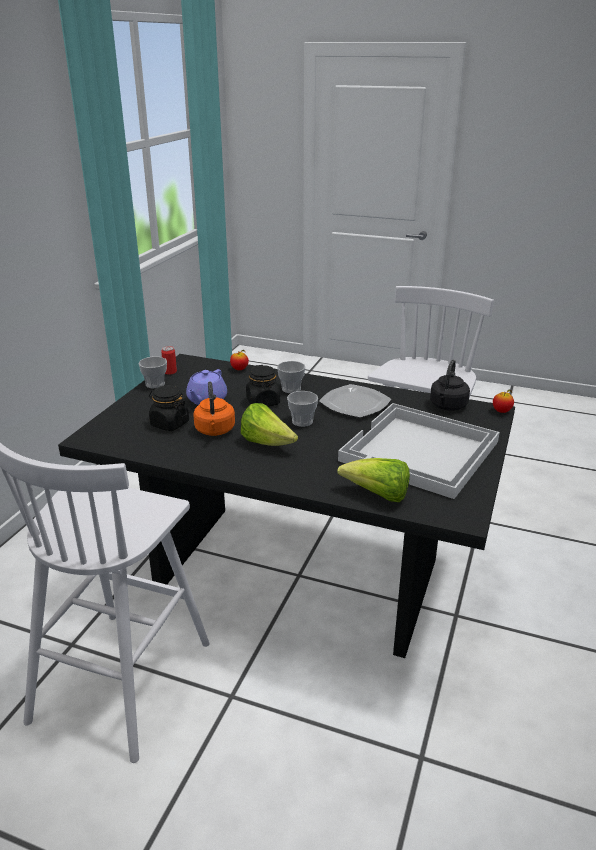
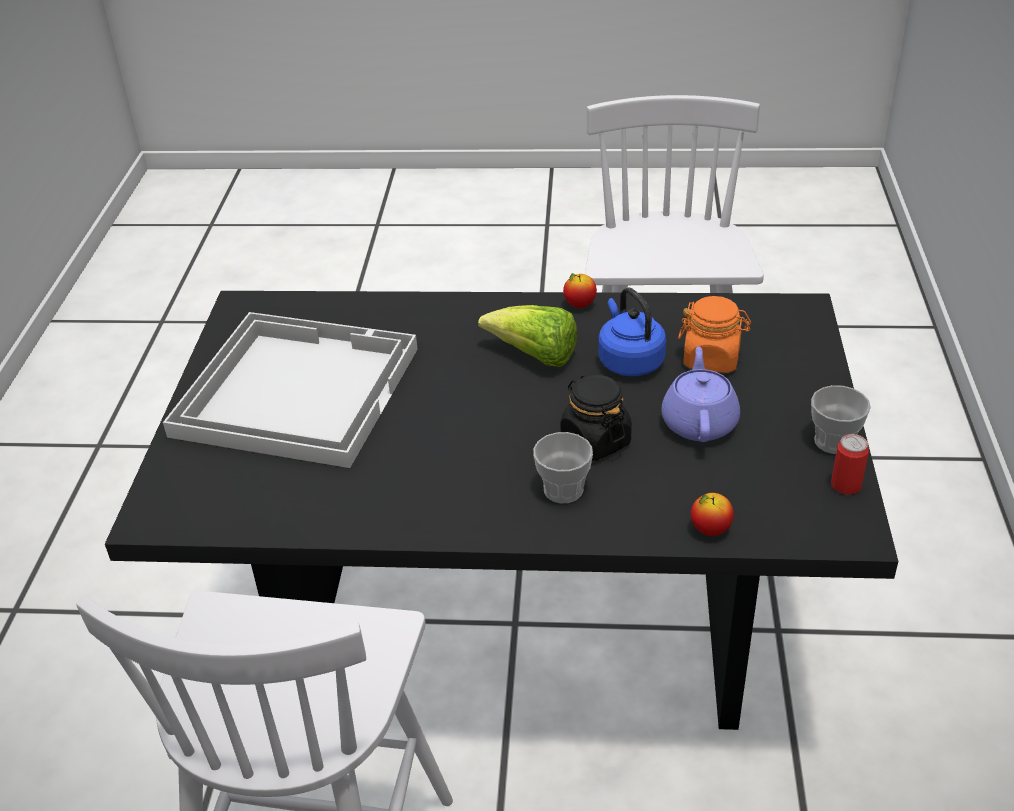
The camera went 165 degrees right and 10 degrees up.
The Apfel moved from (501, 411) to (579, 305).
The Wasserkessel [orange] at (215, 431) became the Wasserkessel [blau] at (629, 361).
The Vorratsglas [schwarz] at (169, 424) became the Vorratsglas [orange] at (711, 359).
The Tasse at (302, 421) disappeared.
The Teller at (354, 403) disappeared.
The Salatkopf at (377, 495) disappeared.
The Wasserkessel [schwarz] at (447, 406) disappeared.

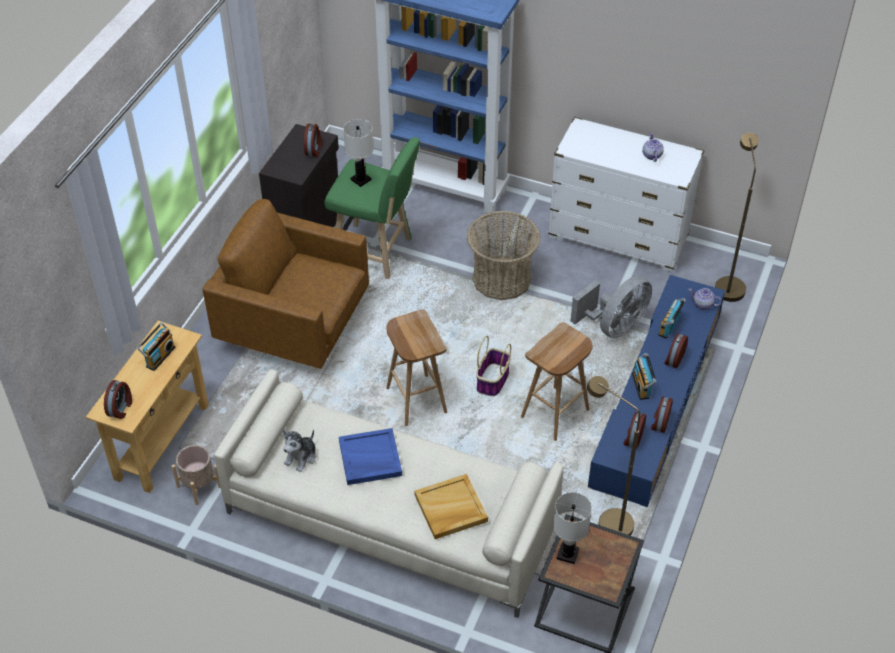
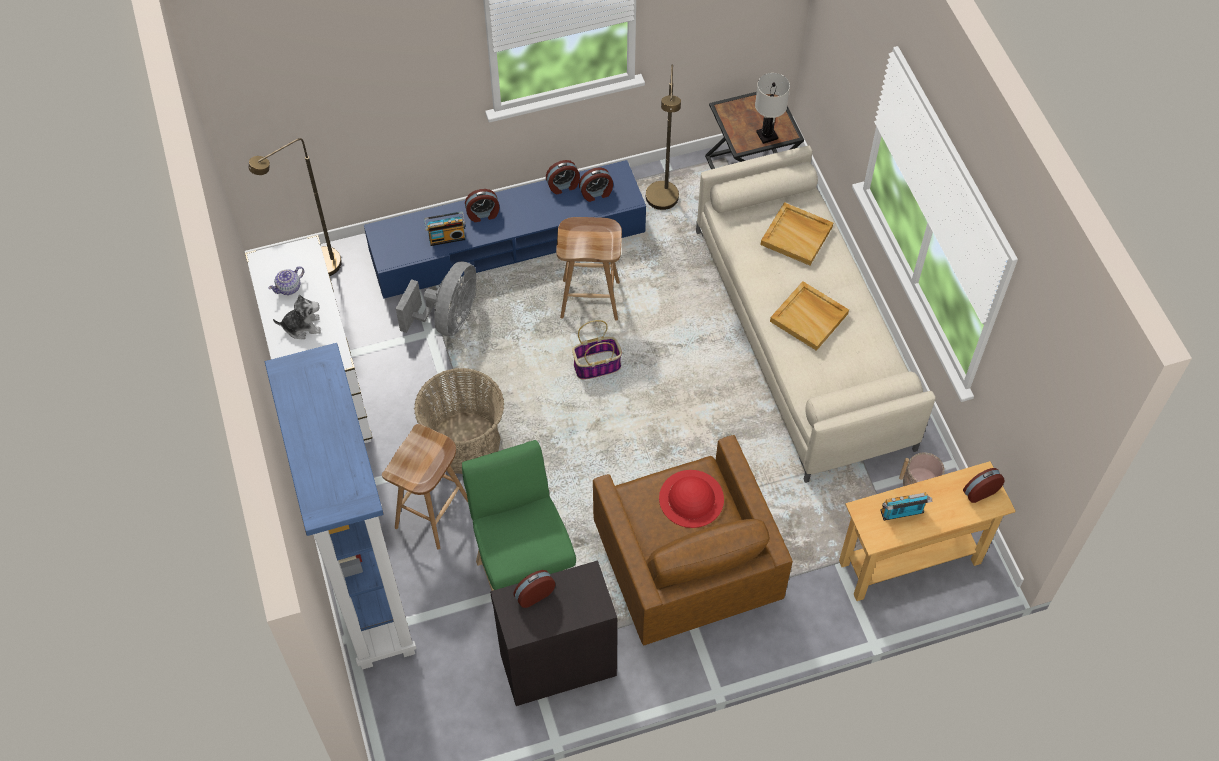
The camera went 130 degrees left and 10 degrees up.
The Plüschtier moved from (301, 457) to (302, 326).
The Hocker [braun] moved from (415, 400) to (432, 515).
The Ventilator [grau] at (614, 326) turned 105 degrees clockwise.
The Hut [rot] at (691, 498) appeared.
The Tablett [blau] at (369, 459) became the Tablett [beige] at (809, 317).
The Tischlampe [weiß] at (361, 180) disappeared.
The Radio at (642, 386) disappeared.
The Teekanne at (703, 304) disappeared.

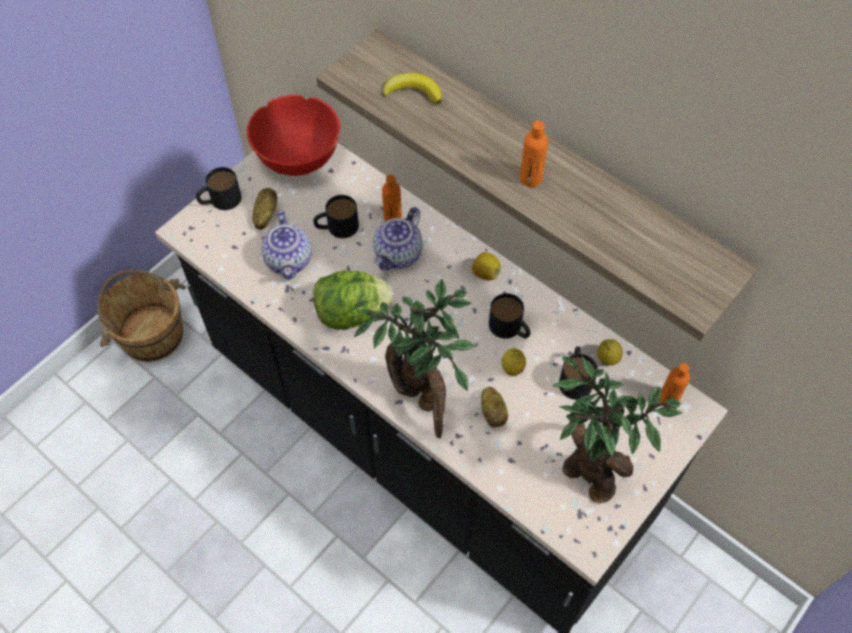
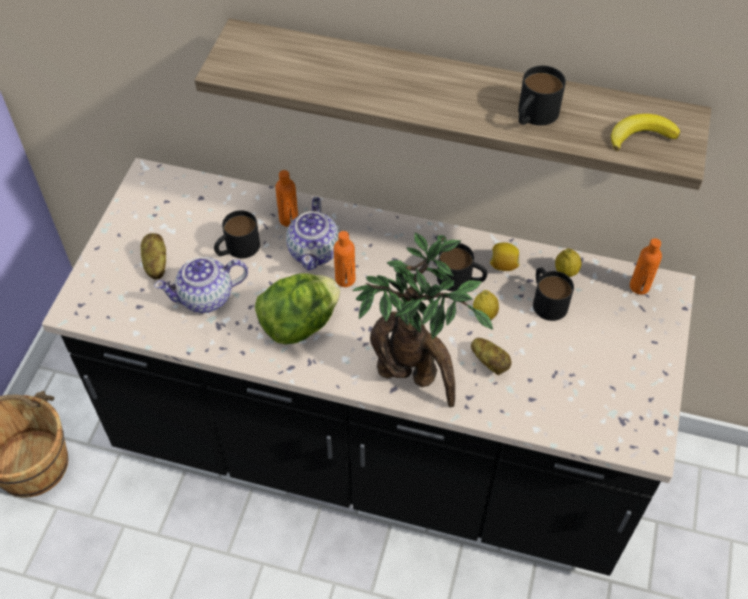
The camera went 25 degrees left and 5 degrees down.
The Teekanne at (289, 260) turned 105 degrees clockwise.
The Flasche [orange] moved from (530, 178) to (345, 279).
The Zitrone moved from (485, 273) to (503, 265).
The Henkelbecher [schwarz] moved from (220, 200) to (533, 115).
The Banane moved from (413, 92) to (641, 135).
The Schüssel [rot] at (298, 156) disappeared.
The Topfpflanze at (586, 470) disappeared.

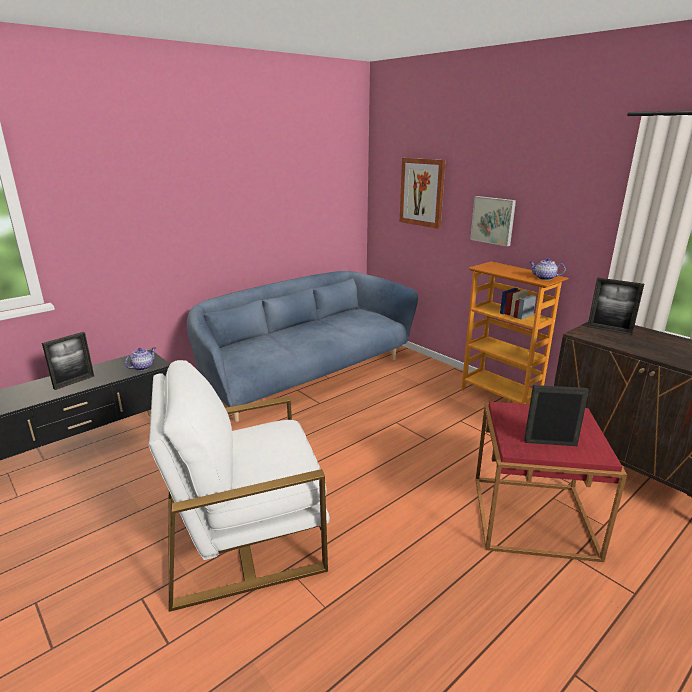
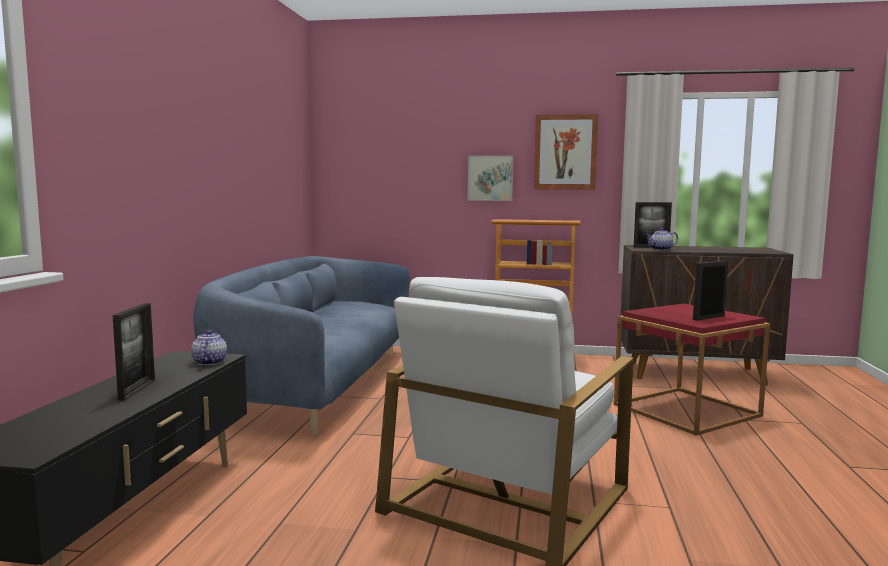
The camera went 40 degrees left and 15 degrees down.
The Bild moved from (422, 192) to (565, 152).
The Teekanne moved from (544, 278) to (660, 249).

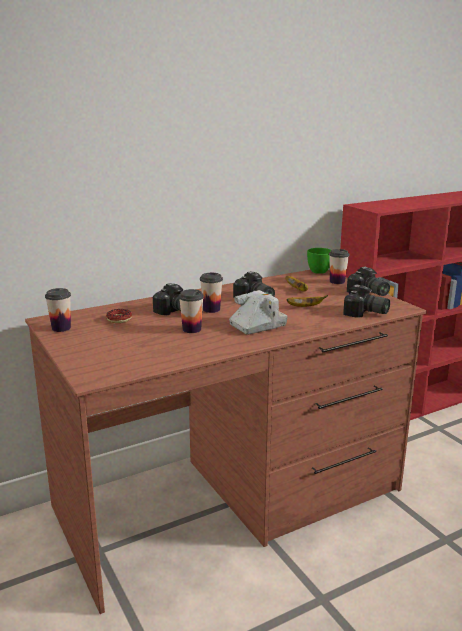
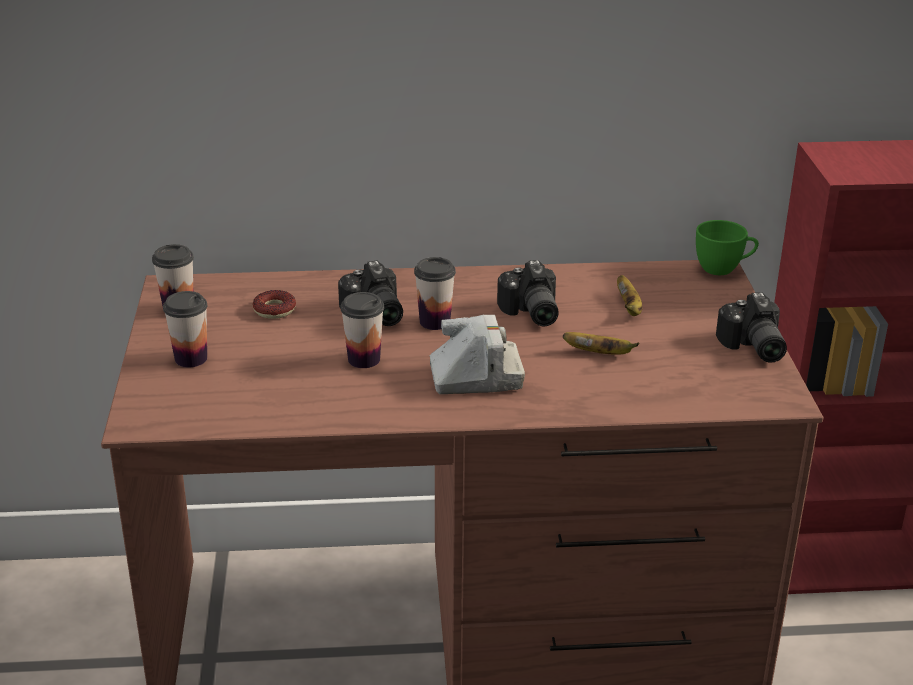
The camera went 25 degrees right and 10 degrees up.
The Tasse moved from (337, 281) to (191, 359).
The Kamera at (365, 313) disappeared.

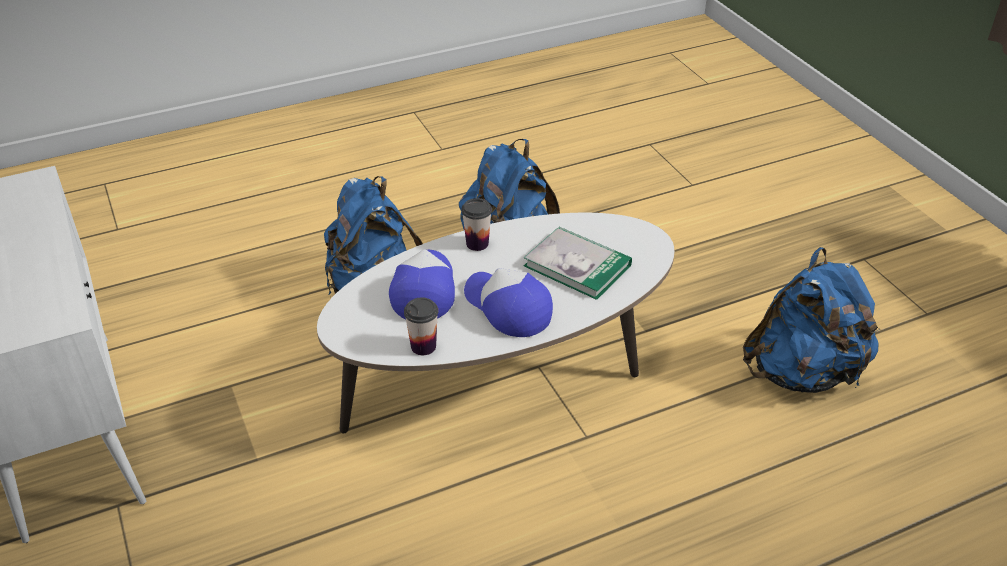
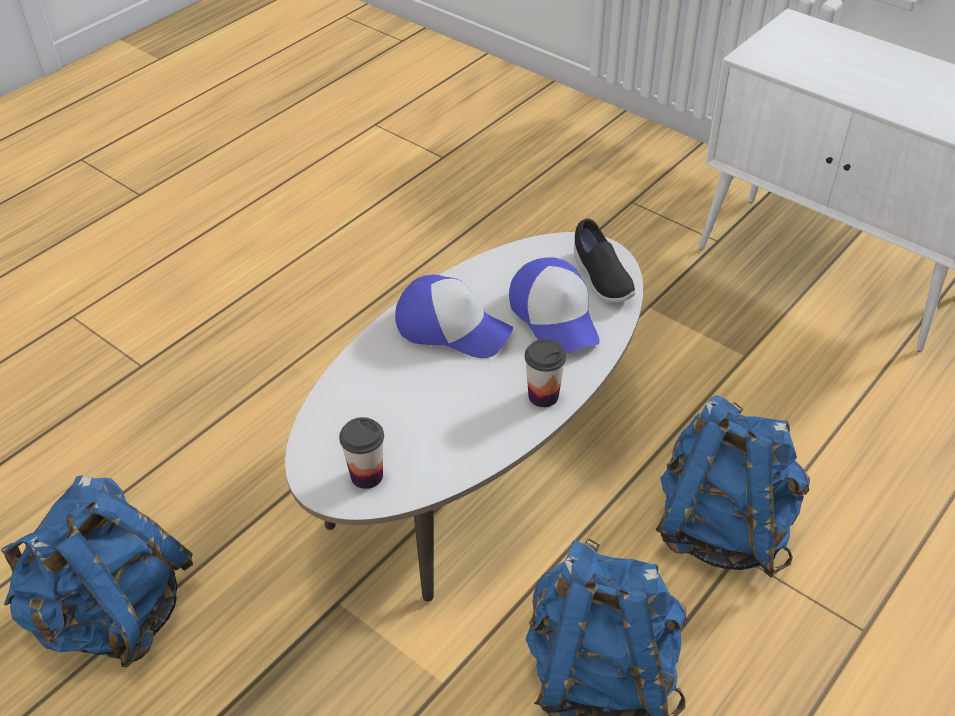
The camera went 155 degrees right and 5 degrees up.
The Tasse moved from (423, 346) to (367, 476).
The Schuh [schwarz] at (600, 279) appeared.
The Buch at (577, 265) disappeared.

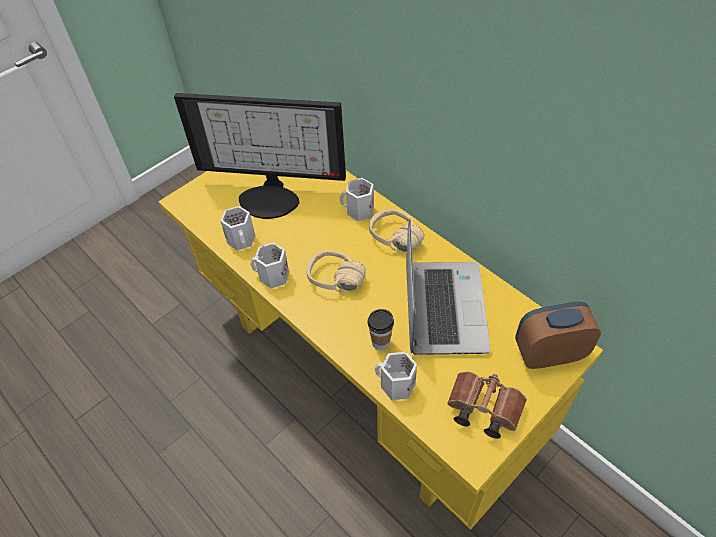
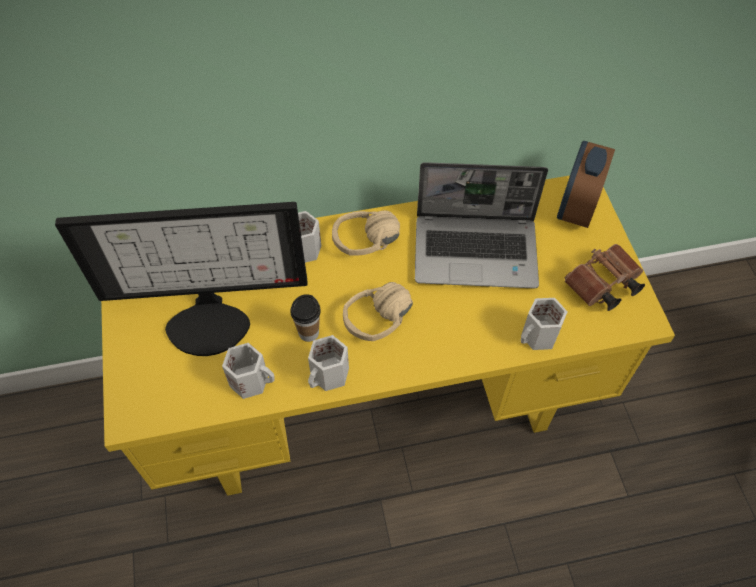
The camera went 60 degrees left and 5 degrees up.
The Monitor at (271, 196) turned 45 degrees clockwise.
The Tasse moved from (380, 342) to (308, 333).
The Laptop at (443, 307) turned 150 degrees clockwise.

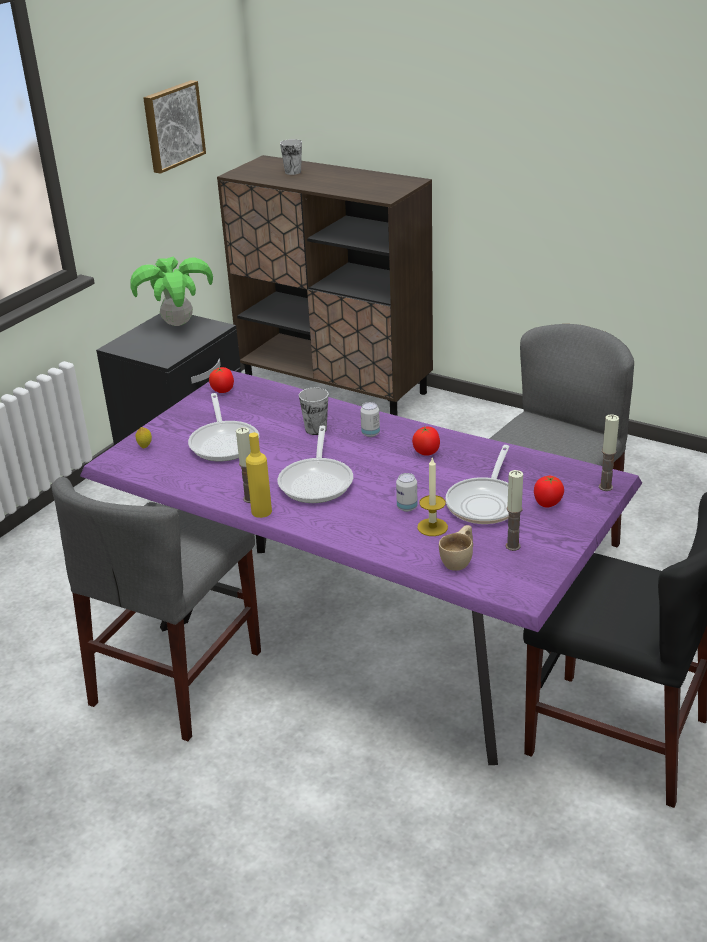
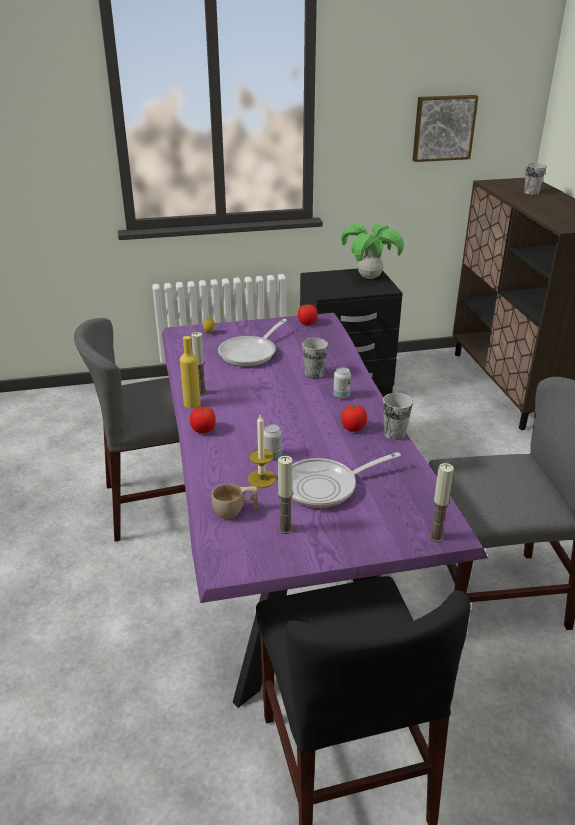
The camera went 45 degrees right and 0 degrees up.
The Tomate moved from (547, 503) to (203, 430).
The Tasse at (394, 434) appeared.
The Pfanne at (317, 481) disappeared.

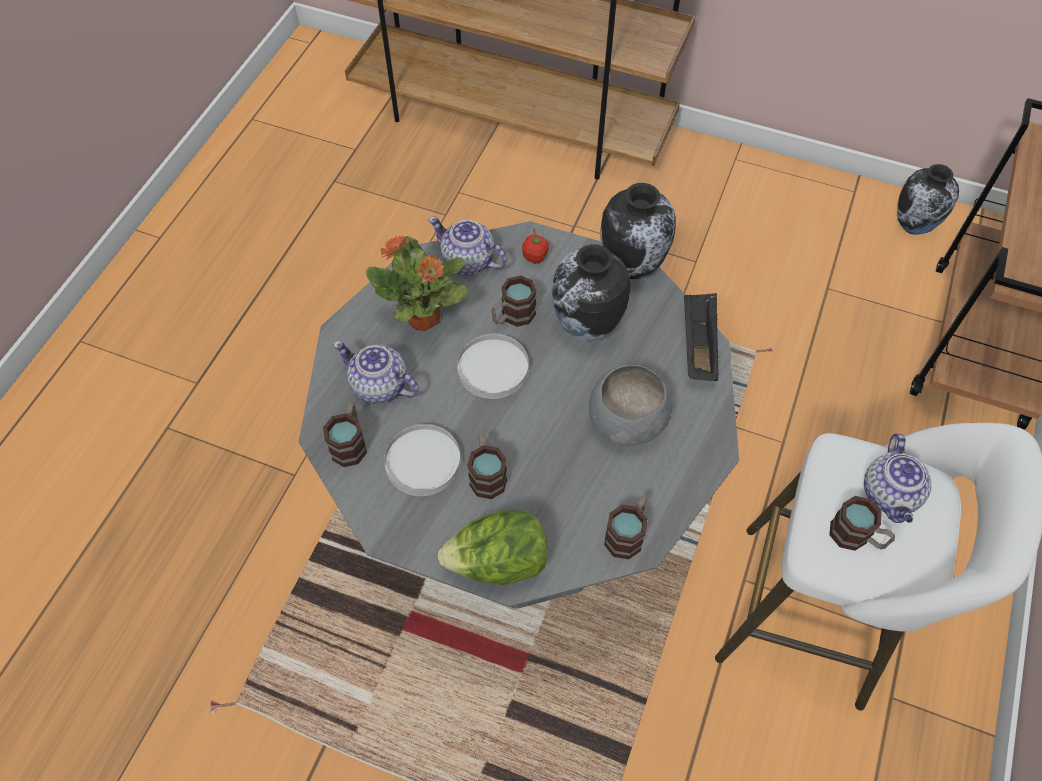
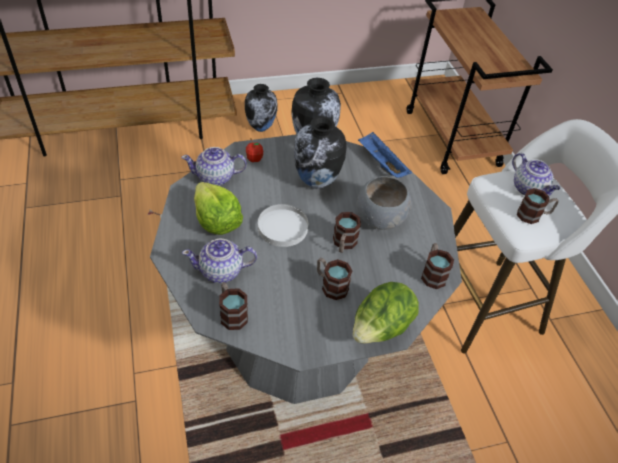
The camera went 40 degrees left and 10 degrees down.
The Topfpflanze at (424, 319) was replaced by the Salatkopf at (216, 220).
The Vase moved from (913, 227) to (261, 127).
The Henkelbecher moved from (512, 316) to (343, 244).
The Tablett [schwarz] at (698, 345) became the Tablett [blau] at (381, 163).
The Teller [weiß] at (422, 462) disappeared.

